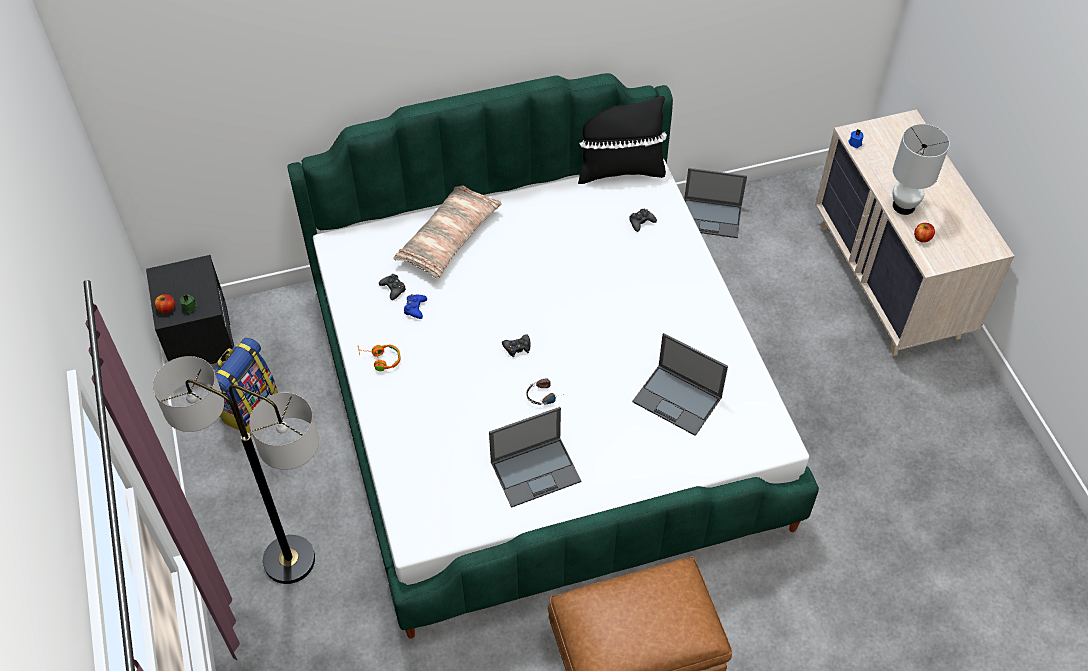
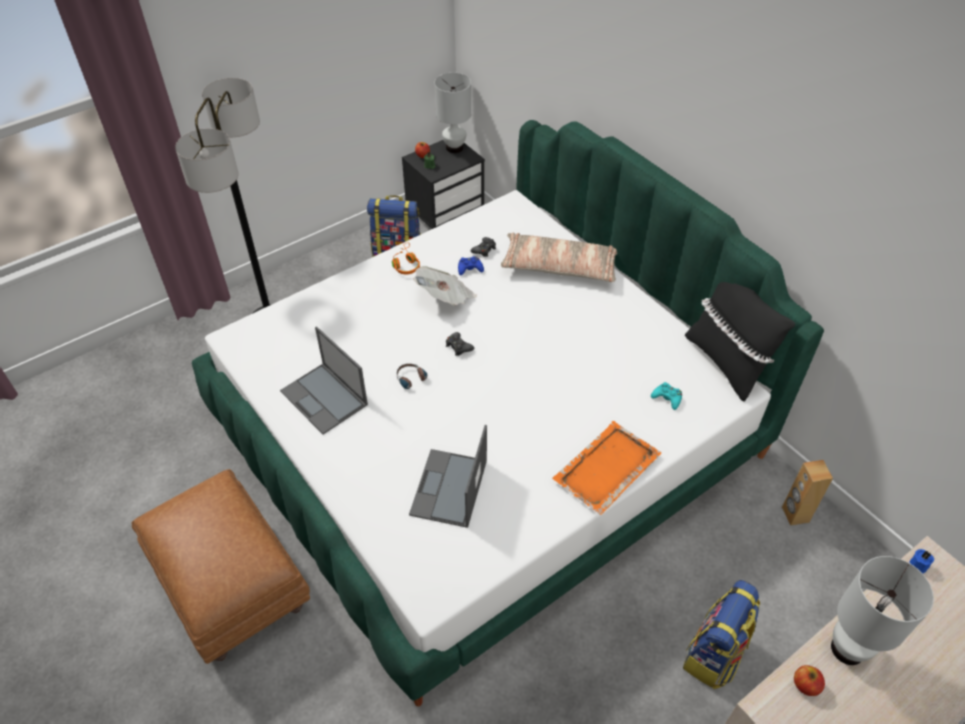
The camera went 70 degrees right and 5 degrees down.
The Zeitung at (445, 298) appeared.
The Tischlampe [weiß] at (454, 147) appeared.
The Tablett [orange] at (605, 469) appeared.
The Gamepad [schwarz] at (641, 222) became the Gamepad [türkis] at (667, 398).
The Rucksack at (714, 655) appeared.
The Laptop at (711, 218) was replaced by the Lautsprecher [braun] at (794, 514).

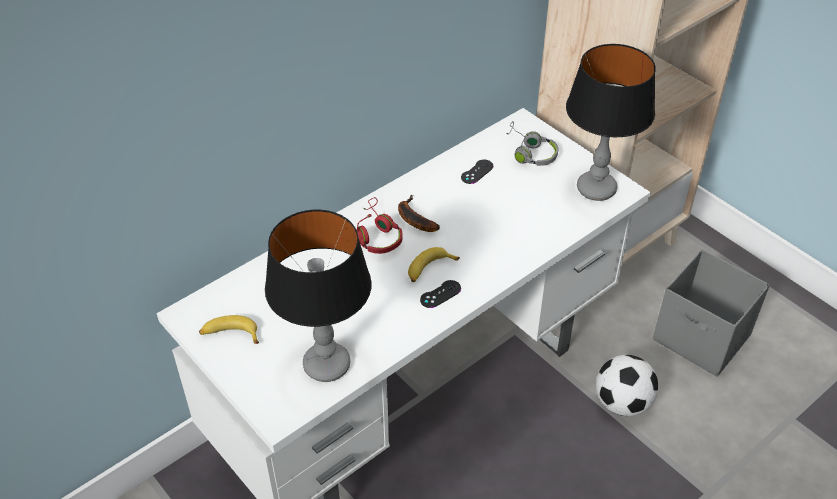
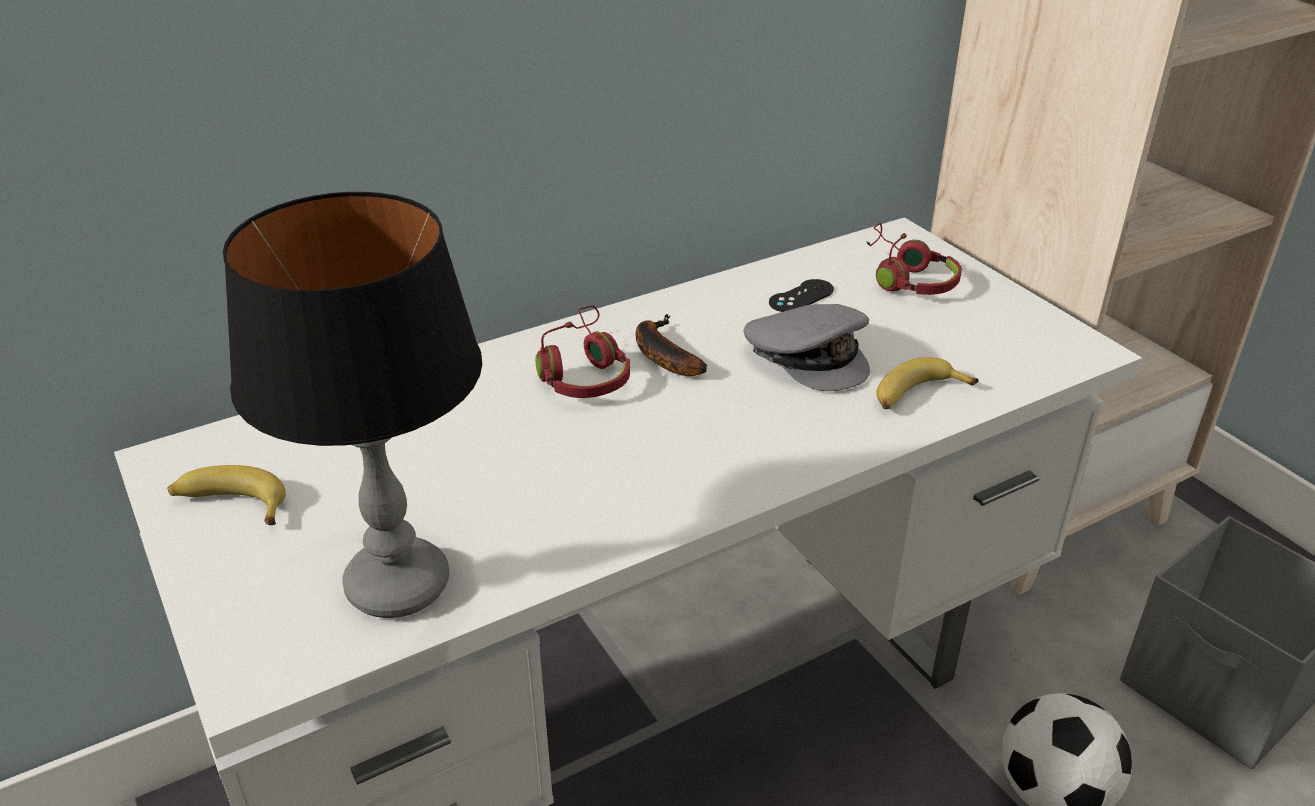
The camera went 10 degrees right and 10 degrees down.
The Kappe [grau] at (808, 356) appeared.
The Kopfhörer [grau] at (529, 152) became the Kopfhörer [rot] at (906, 278).
The Banane moved from (429, 269) to (917, 395).
The Gamepad [schwarz] at (440, 294) disappeared.
The Tischlampe at (595, 189) disappeared.

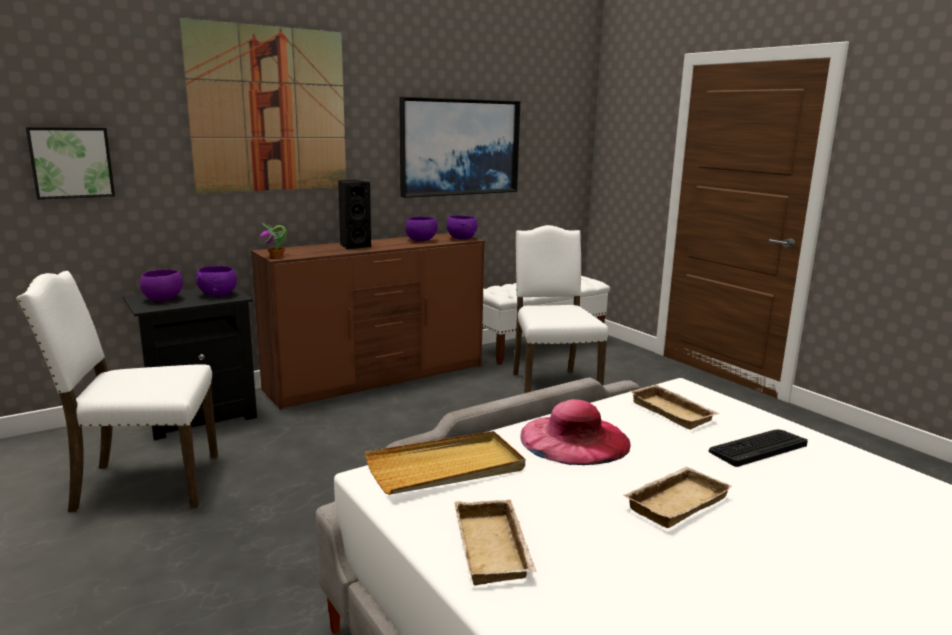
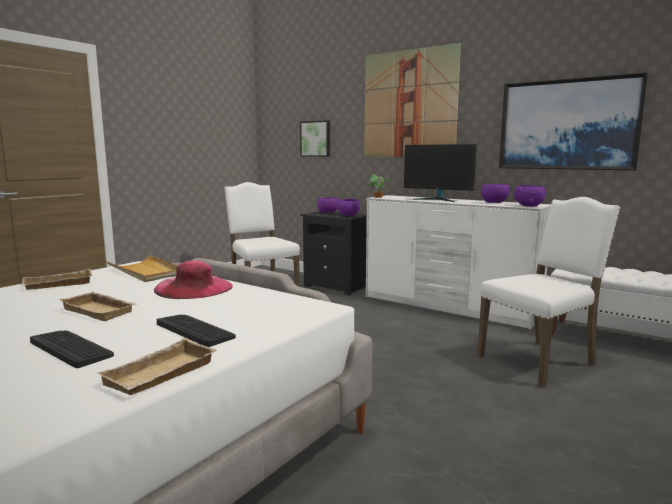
The camera went 70 degrees right and 5 degrees down.
The Tastatur at (71, 348) appeared.
The Tablett [beige] moved from (674, 412) to (161, 375).
The Kommode [braun] at (378, 378) became the Kommode [weiß] at (448, 307).
The Lautsprecher [schwarz] at (354, 246) was replaced by the Monitor at (438, 199).

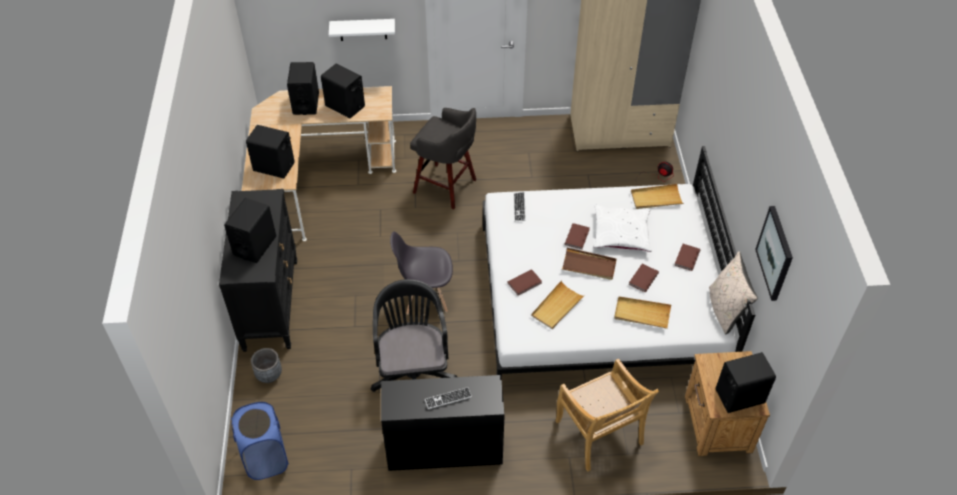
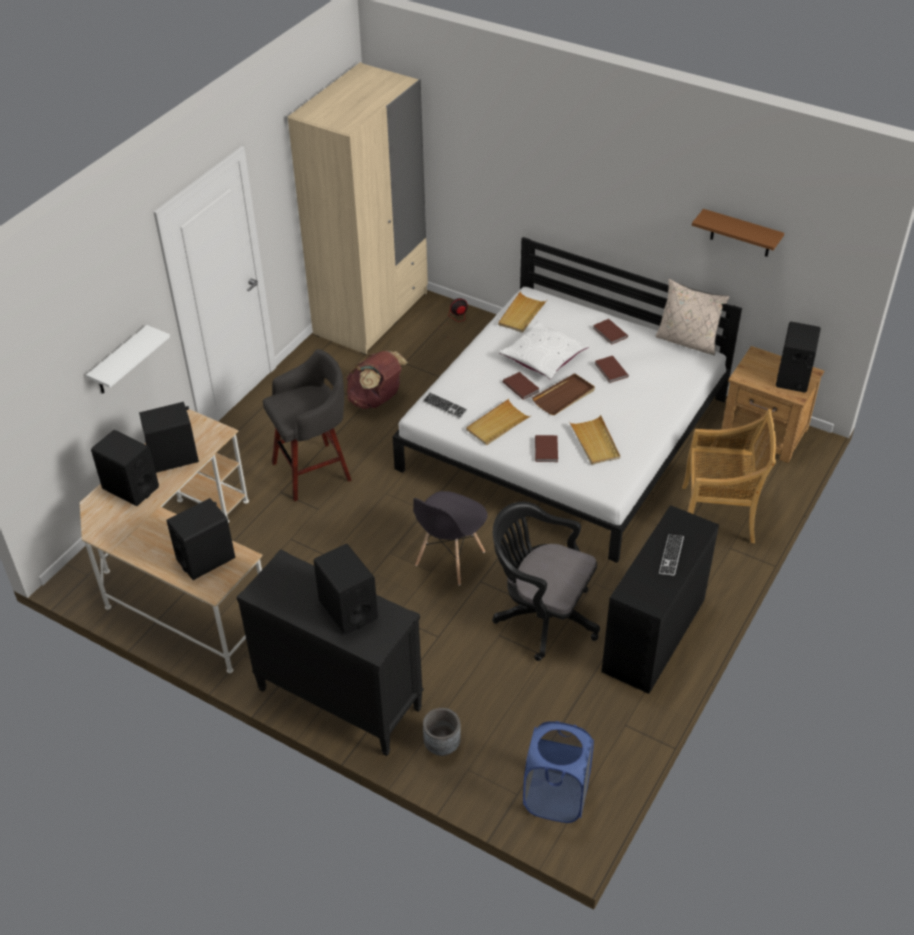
The camera went 55 degrees left and 5 degrees down.
The Rucksack [braun] at (376, 400) appeared.
The Tablett [beige] moved from (642, 314) to (497, 425).
The Bild at (775, 253) was replaced by the Wandregal [braun] at (741, 234).

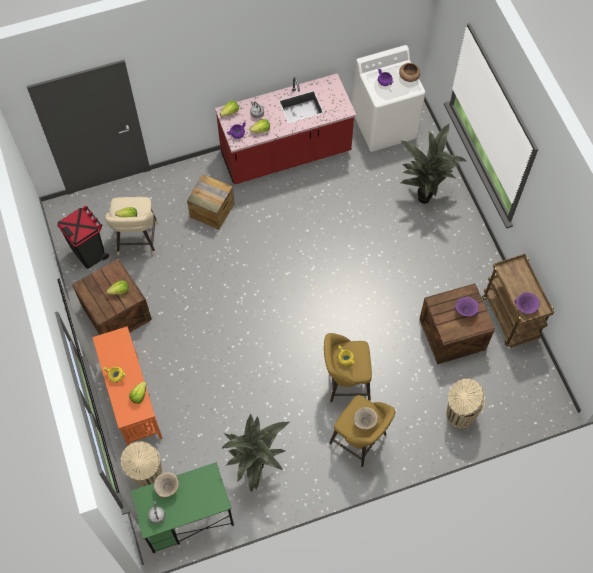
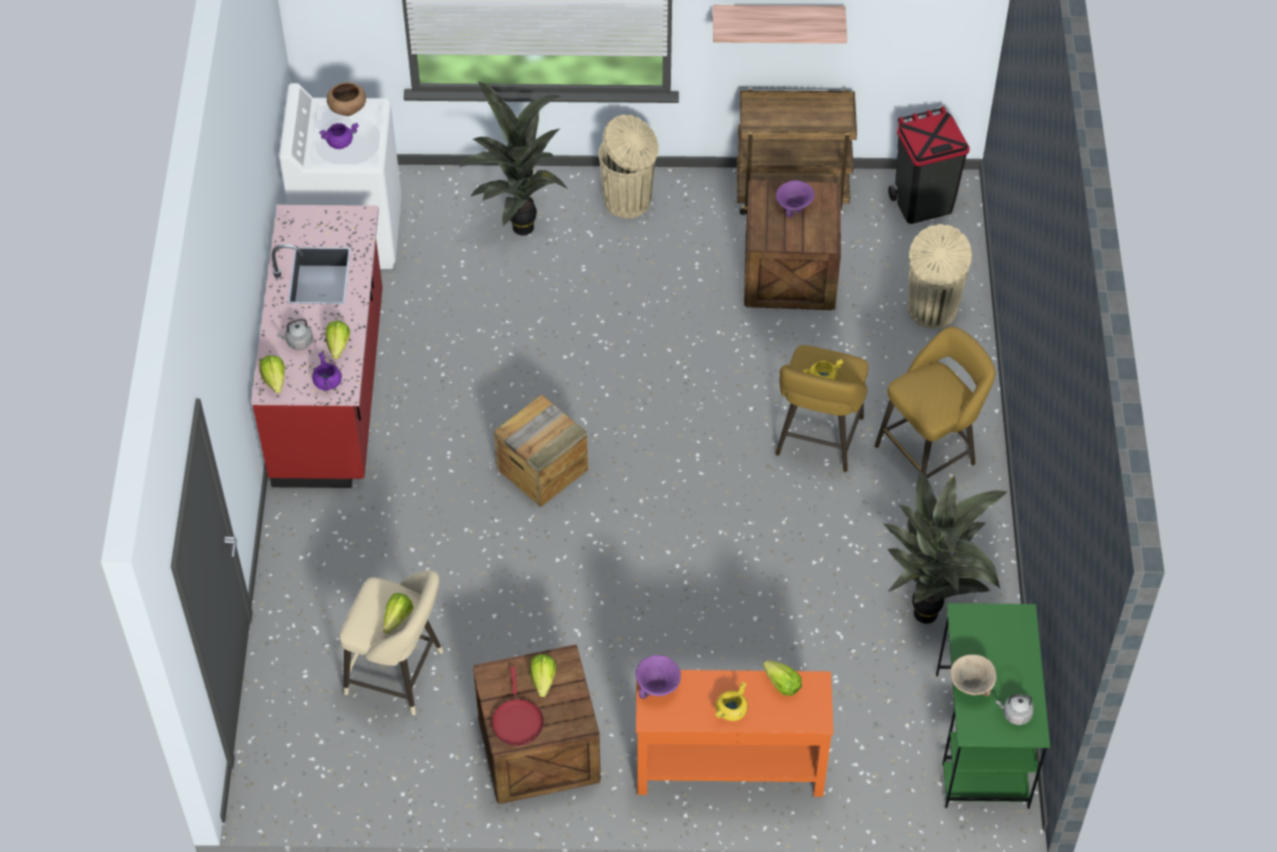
The camera went 70 degrees left and 10 degrees down.
The Pfanne [rot] at (517, 721) appeared.
The Kiste moved from (212, 210) to (542, 469).
The Mülleimer [beige] moved from (147, 475) to (629, 201).
The Schüssel [lila] moved from (525, 308) to (658, 687).
The Wandregal at (778, 18) appeared.
The Mülleimer [schwarz] moved from (89, 253) to (922, 203).
The Schüssel [beige] at (364, 422) disappeared.

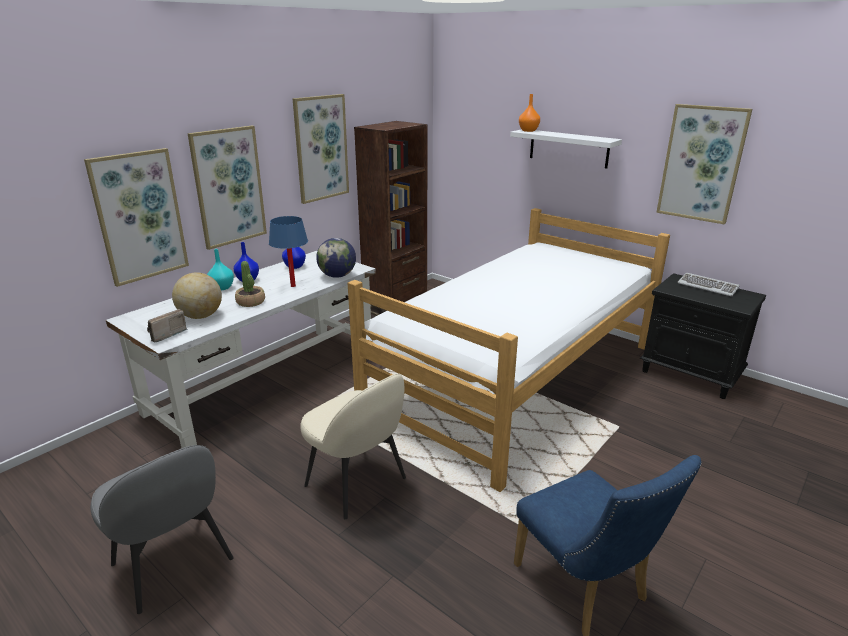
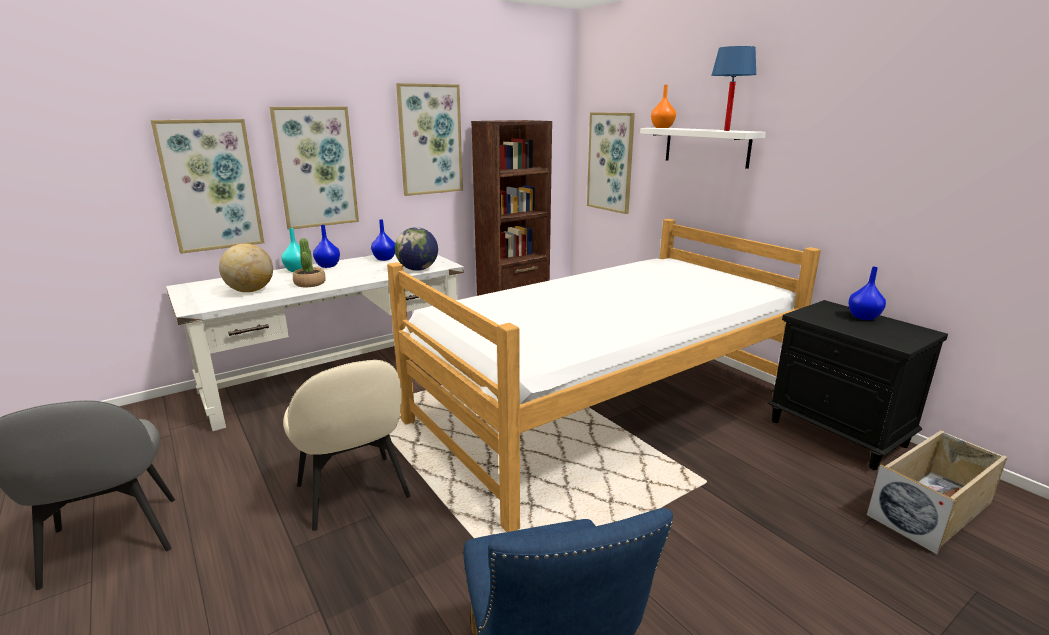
The camera went 15 degrees right and 5 degrees down.
The Bild moved from (701, 164) to (610, 162).
The Tischlampe [blau] moved from (293, 286) to (726, 130).
The Tastatur at (707, 286) was replaced by the Vase [blau] at (864, 317).
The Aufbewahrungsbox [beige] at (930, 509) appeared.
The Radio at (165, 335) disappeared.

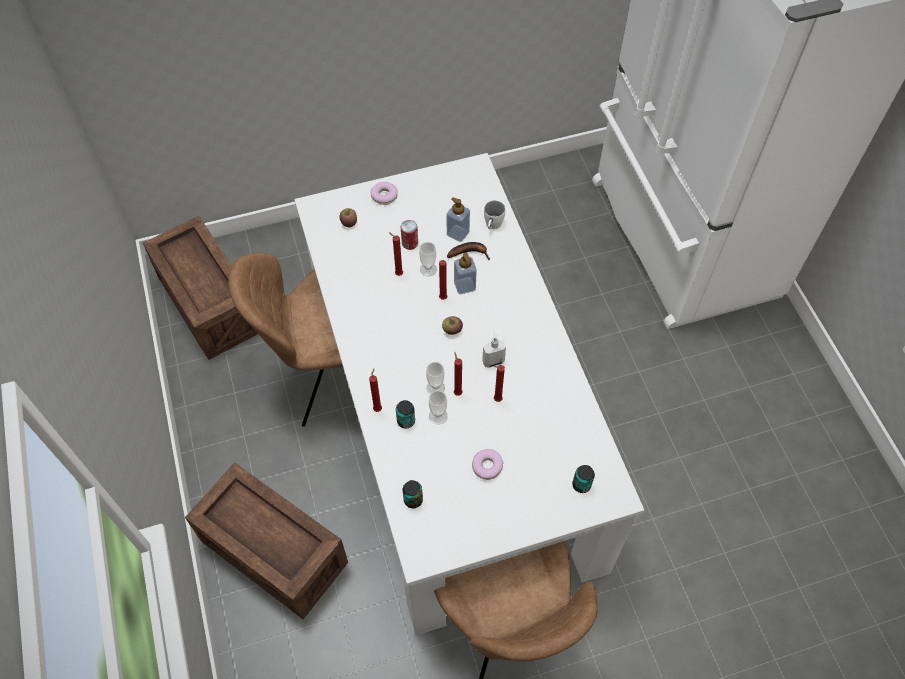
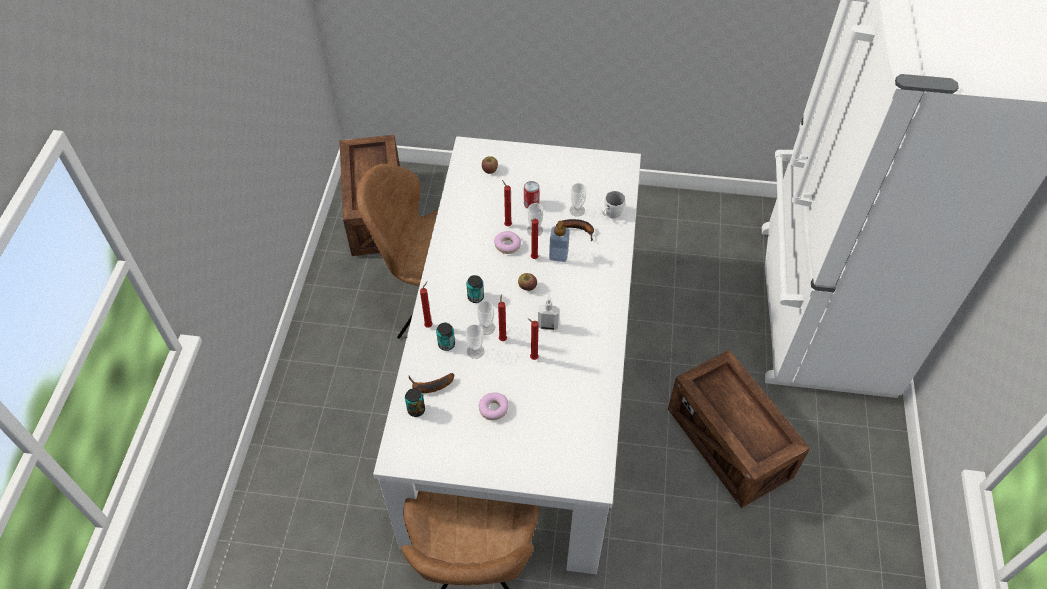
The camera went 25 degrees right and 5 degrees down.
The Banane at (430, 386) appeared.
The Dose moved from (581, 485) to (475, 297).
The Donut moved from (384, 196) to (507, 245).
The Seifenspender at (458, 233) was replaced by the Tasse at (577, 210).
The Kiste moved from (274, 552) to (728, 443).

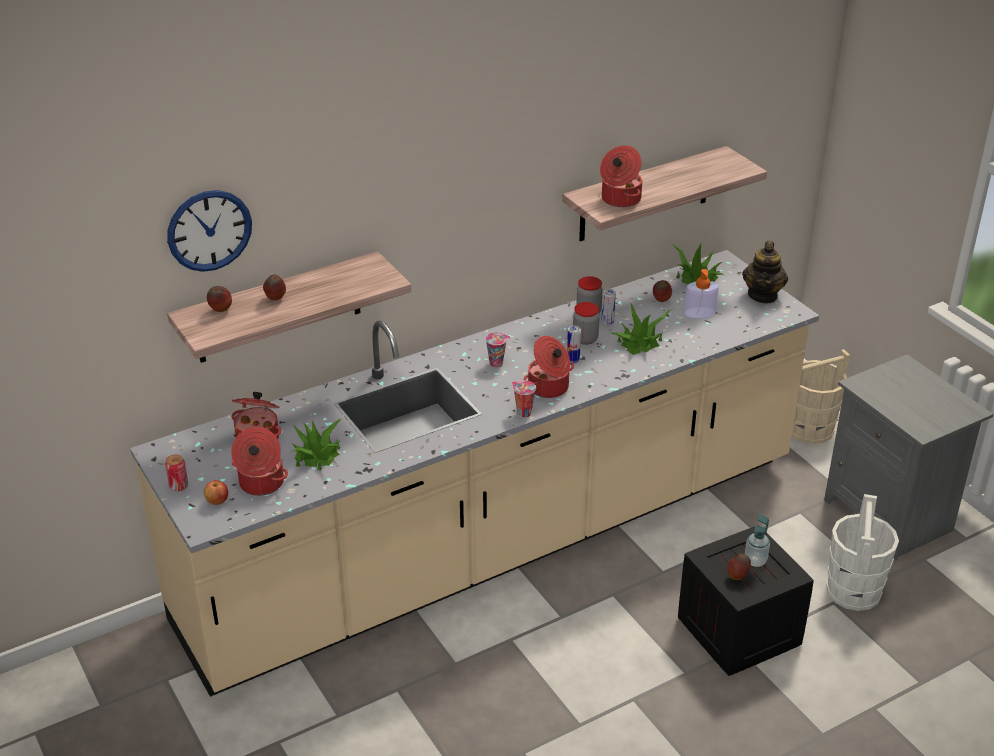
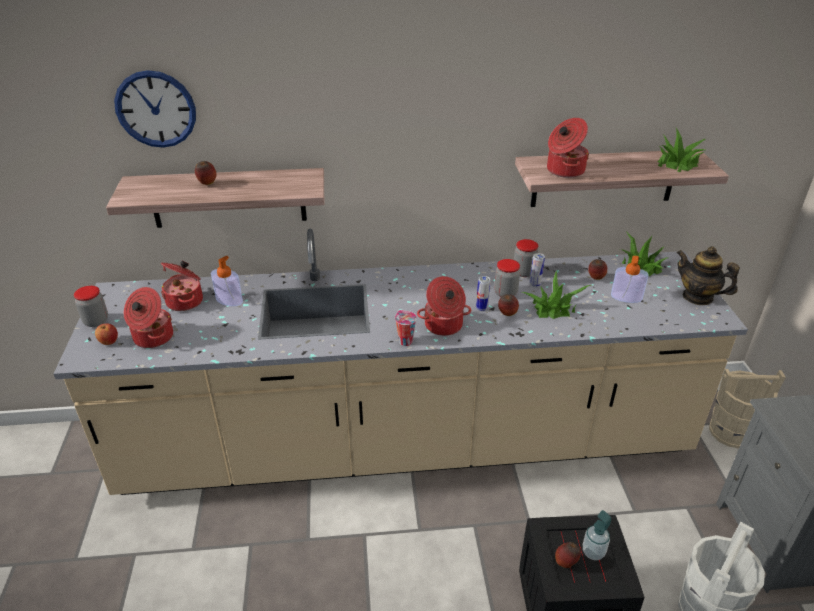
The camera went 25 degrees right and 0 degrees up.
The Dose at (178, 486) was replaced by the Vorratsglas at (96, 321).
The Seifenspender at (229, 300) appeared.
The Apfel moved from (220, 311) to (507, 314).
The Topfpflanze moved from (316, 455) to (677, 163).
The Teekanne at (763, 295) turned 90 degrees clockwise.
The Tasse at (497, 363) disappeared.

